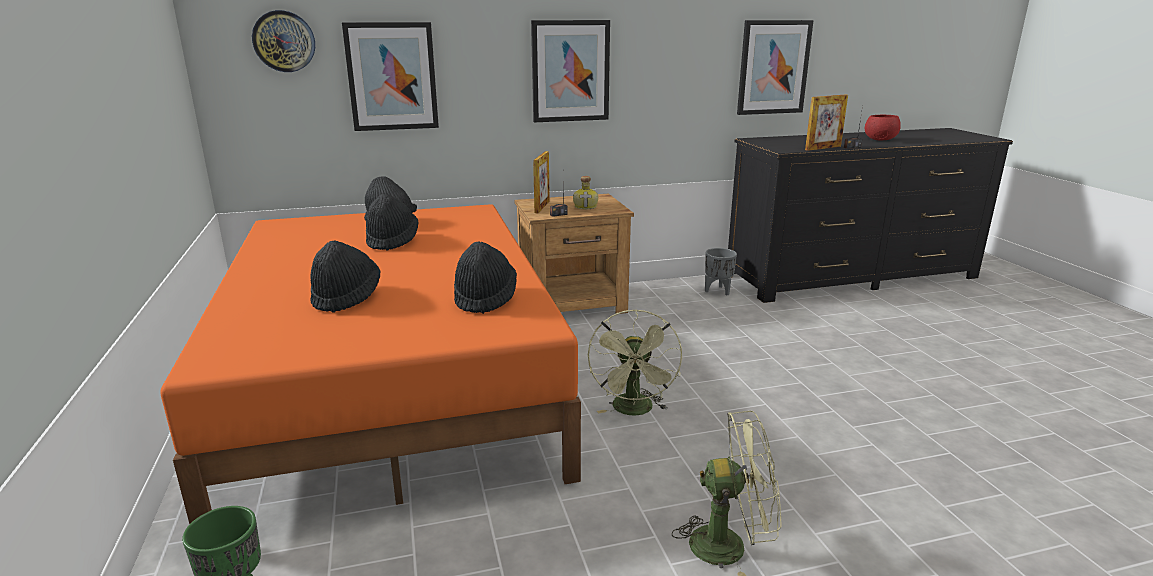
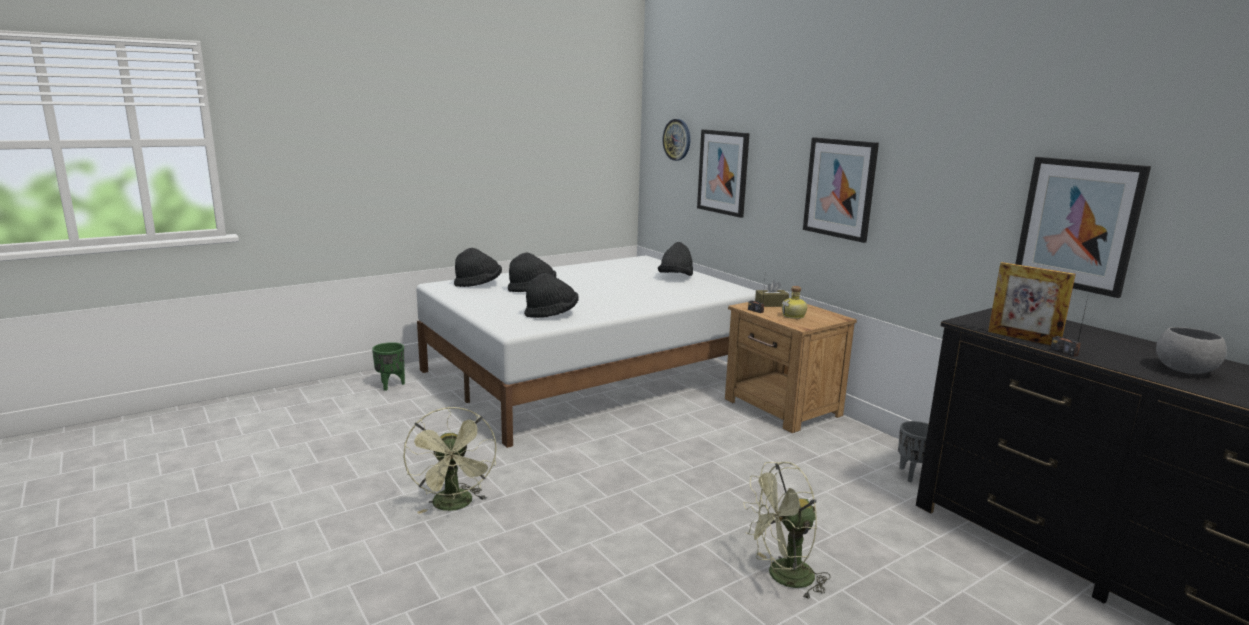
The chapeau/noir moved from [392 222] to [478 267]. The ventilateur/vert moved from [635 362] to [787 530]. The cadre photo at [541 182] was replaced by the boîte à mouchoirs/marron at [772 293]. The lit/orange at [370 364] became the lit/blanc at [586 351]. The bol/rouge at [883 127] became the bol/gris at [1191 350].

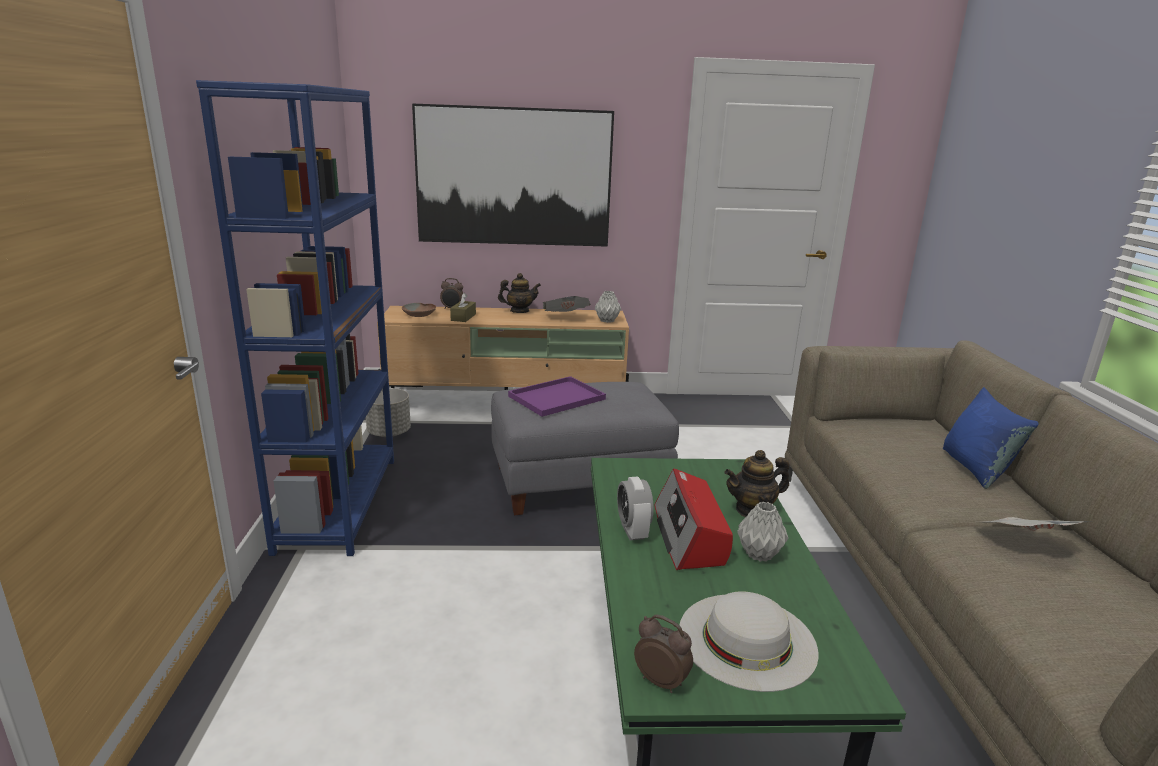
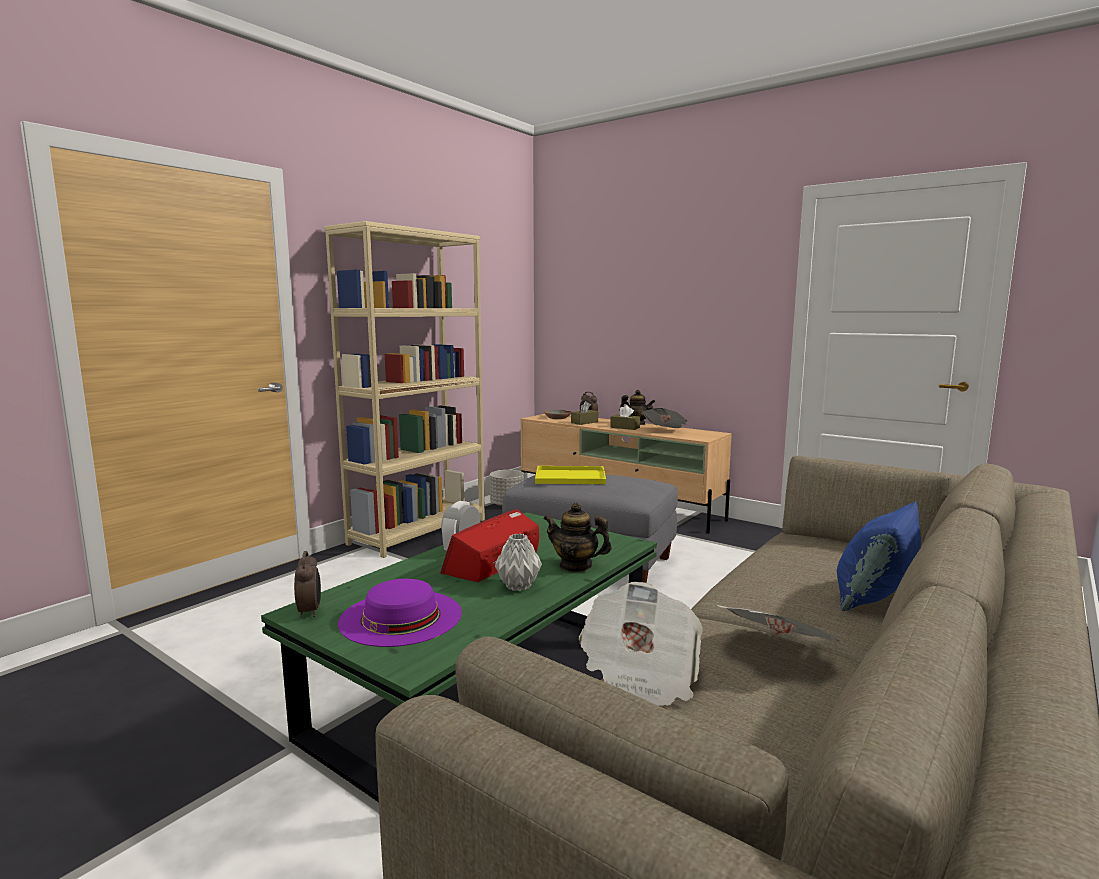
The tableau at [513 175] disappeared. The vase/gris at [608 307] disappeared. The journal at [641 644] appeared. The boîte à mouchoirs/marron at [625 417] appeared. The bibliothèque/bleu at [295 318] became the bibliothèque/beige at [404 389]. The plateau/violet at [557 396] became the plateau/jaune at [570 475]. The chapeau/blanc at [749 641] became the chapeau/violet at [400 613].

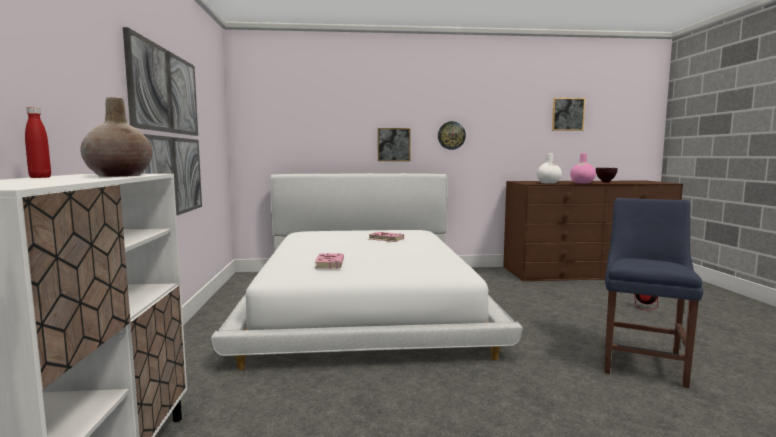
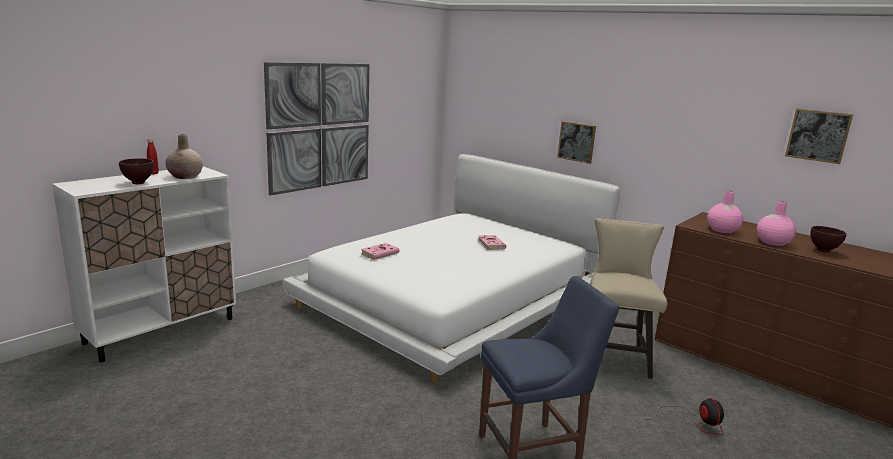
The horloge murale at [452 135] disappeared. The bol/marron at [136 171] appeared. The chaise/beige at [628 298] appeared. The vase/blanc at [549 168] became the vase/rose at [725 211].

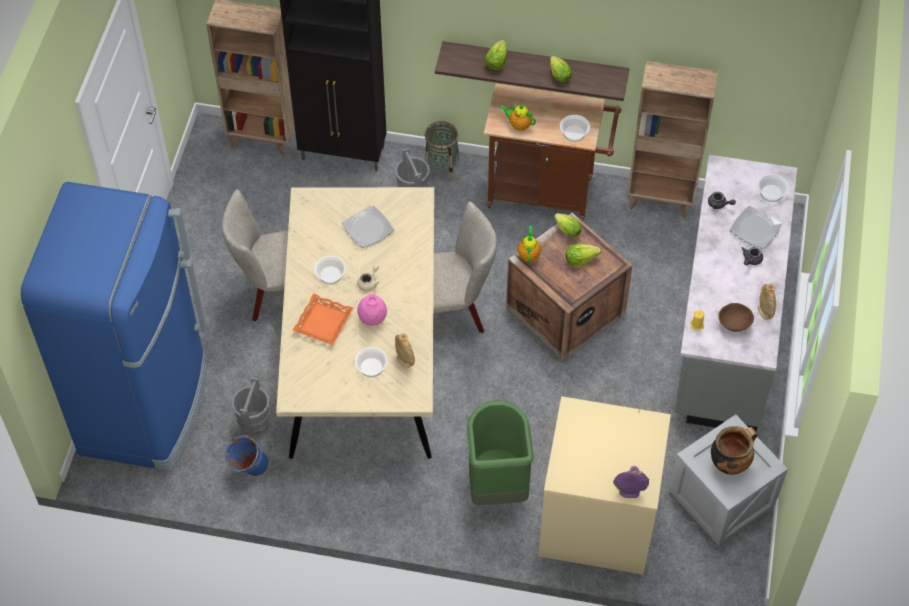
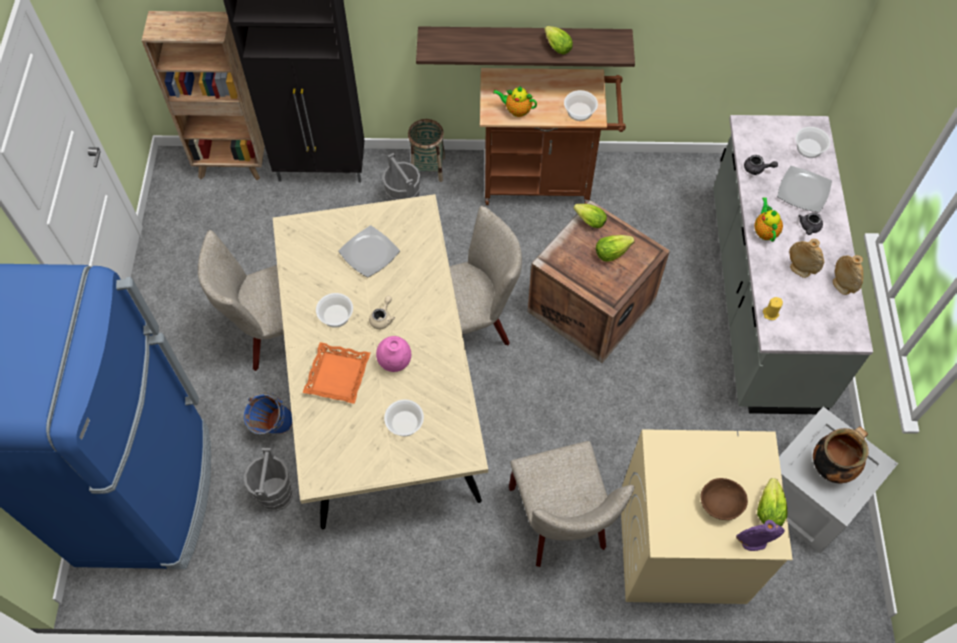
The bibliothèque/marron at [672 139] disappeared. The seau/bleu moved from [247 455] to [268 413]. The vase/beige moved from [405 350] to [806 258]. The laitue moved from [496 55] to [772 502]. The théière moved from [529 244] to [768 219]. The bol/marron moved from [736 317] to [724 499]. The poubelle/vert at [500 452] was replaced by the chaise/beige at [571 504].

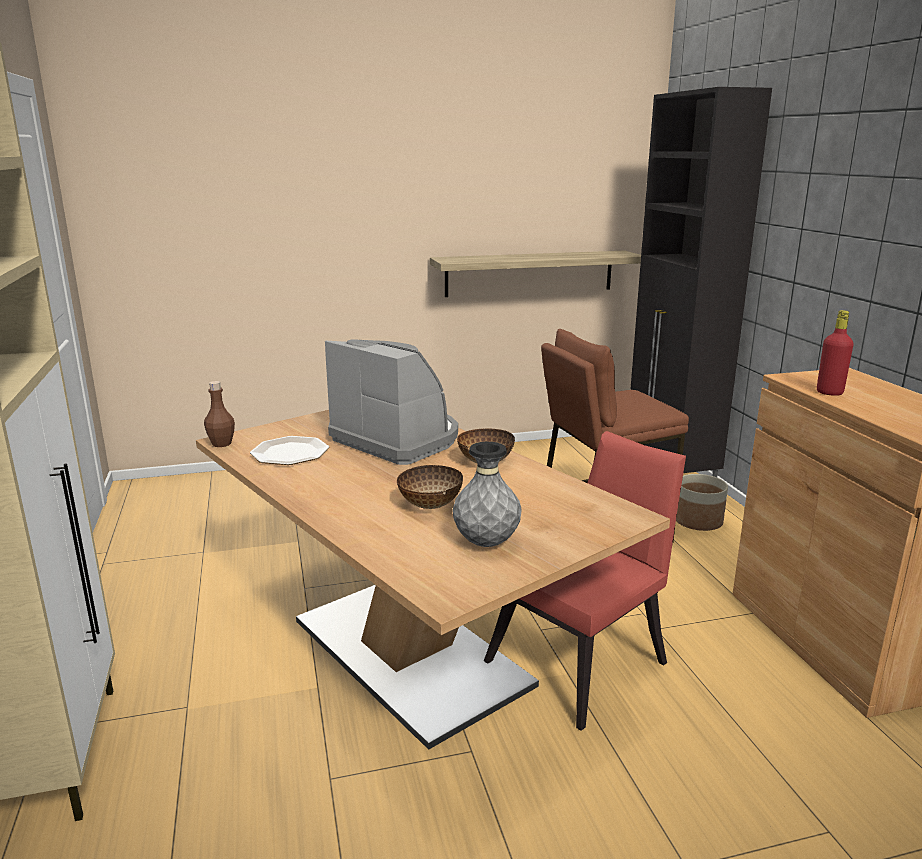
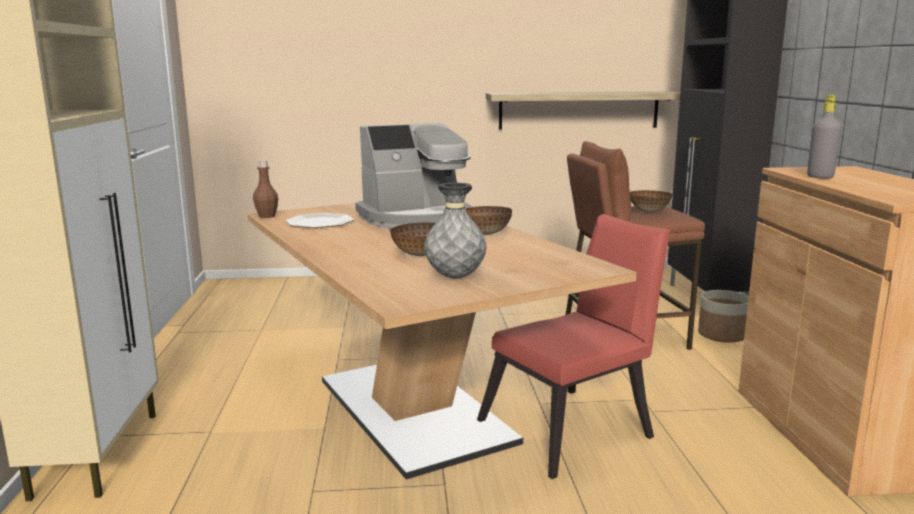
The bol at [651 201] appeared. The bouteille/rouge at [835 353] became the bouteille/gris at [824 137]. The machine à café at [391 402] turned 105 degrees clockwise.

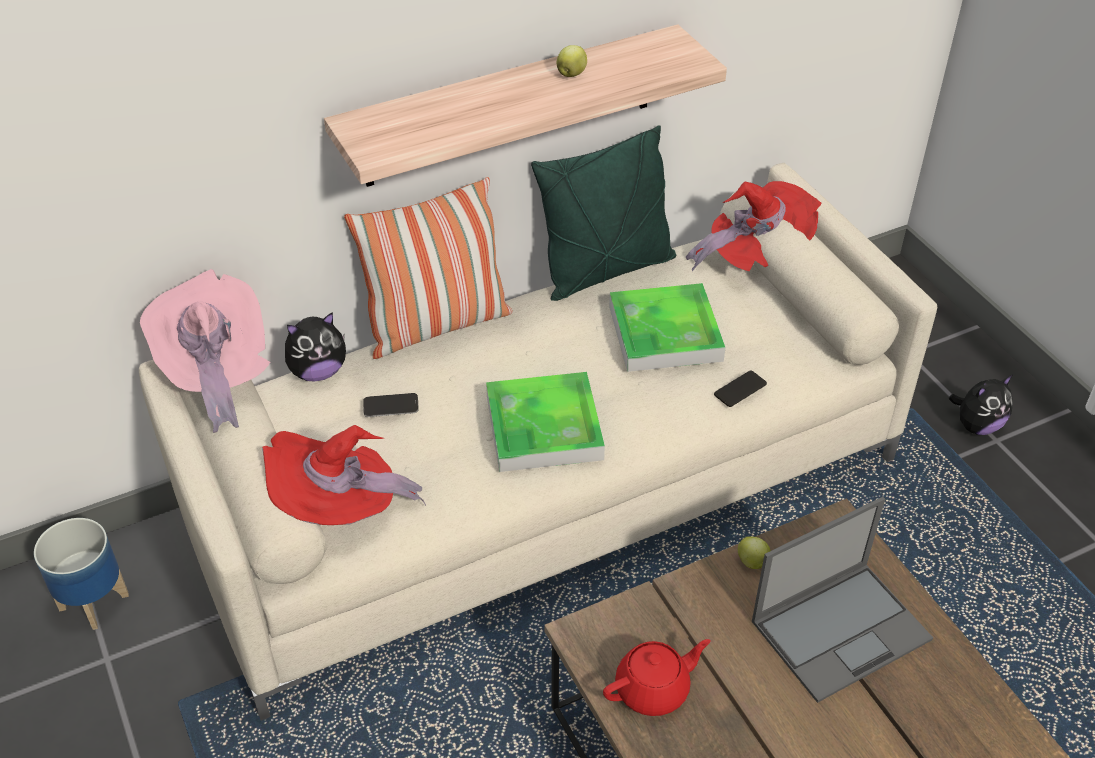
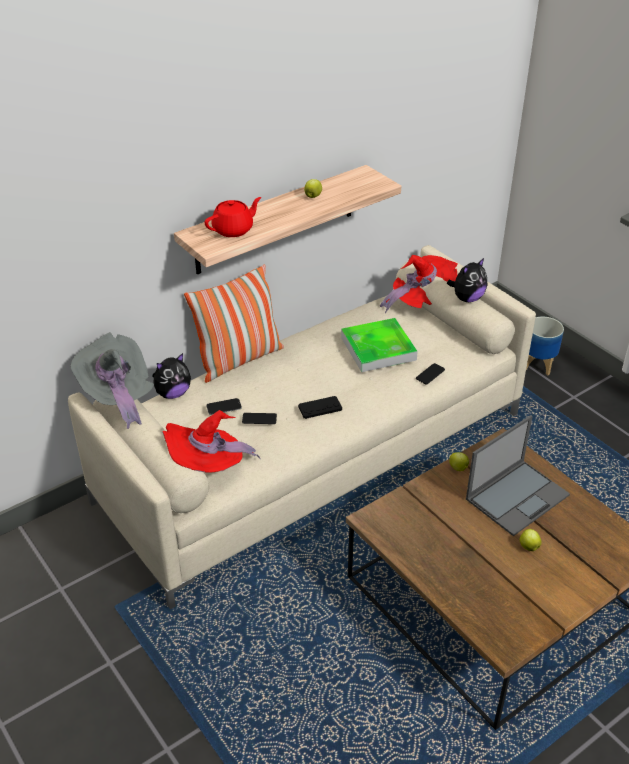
The coussin/vert at [603 213] disappeared. The téléphone at [259 418] appeared. The pomme at [531 540] appeared. The cache-pot moved from [81 574] to [545 346]. The théière/rouge moved from [657 677] to [232 217]. The peluche moved from [981 405] to [467 280]. The plateau at [545 422] was replaced by the manette/noir at [320 407]. The chapeau/rose at [205 351] became the chapeau/gris at [112 380].

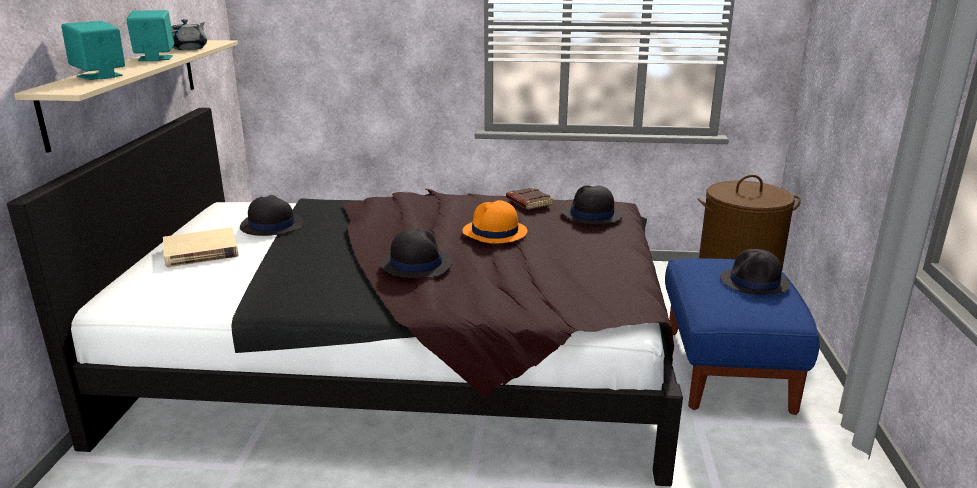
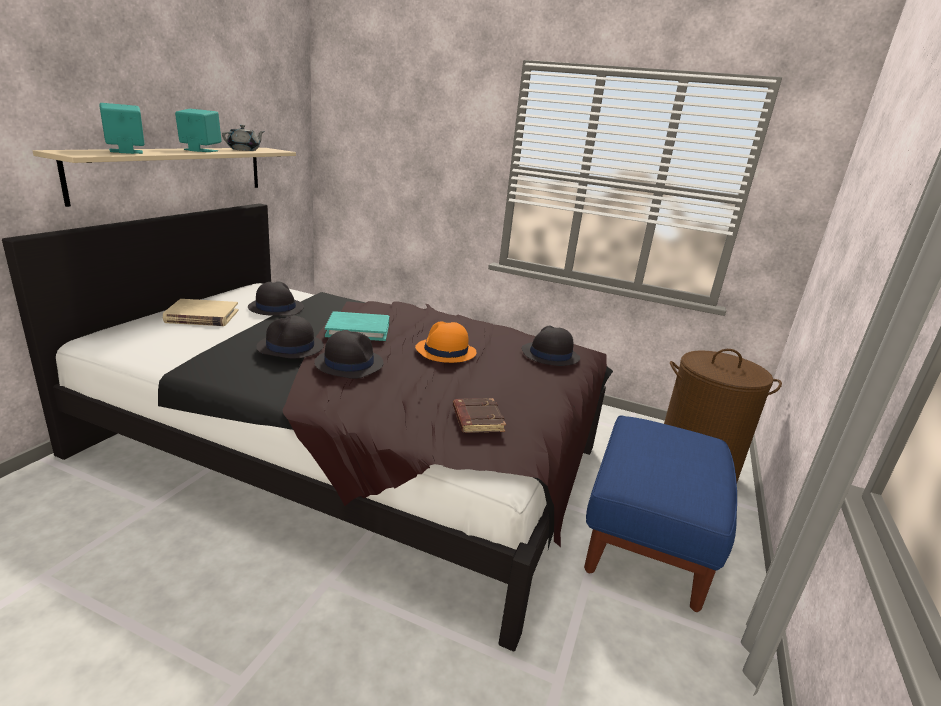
The livre/turquoise at [357 326] appeared. The livre/marron moved from [530 198] to [479 415]. The chapeau/noir moved from [755 272] to [290 336].

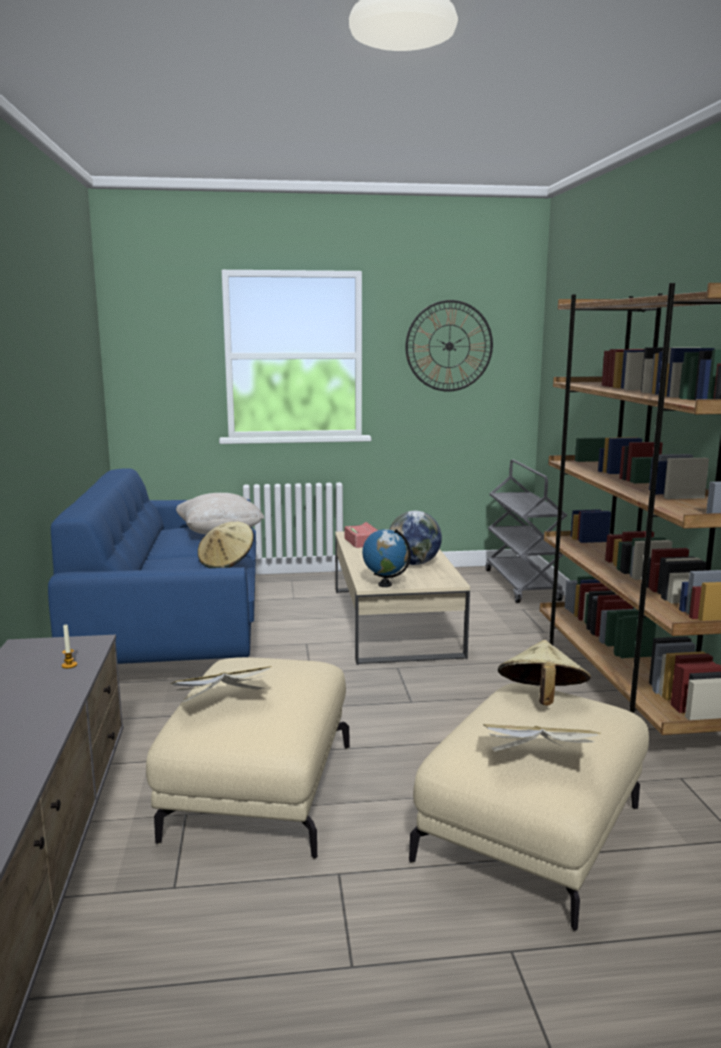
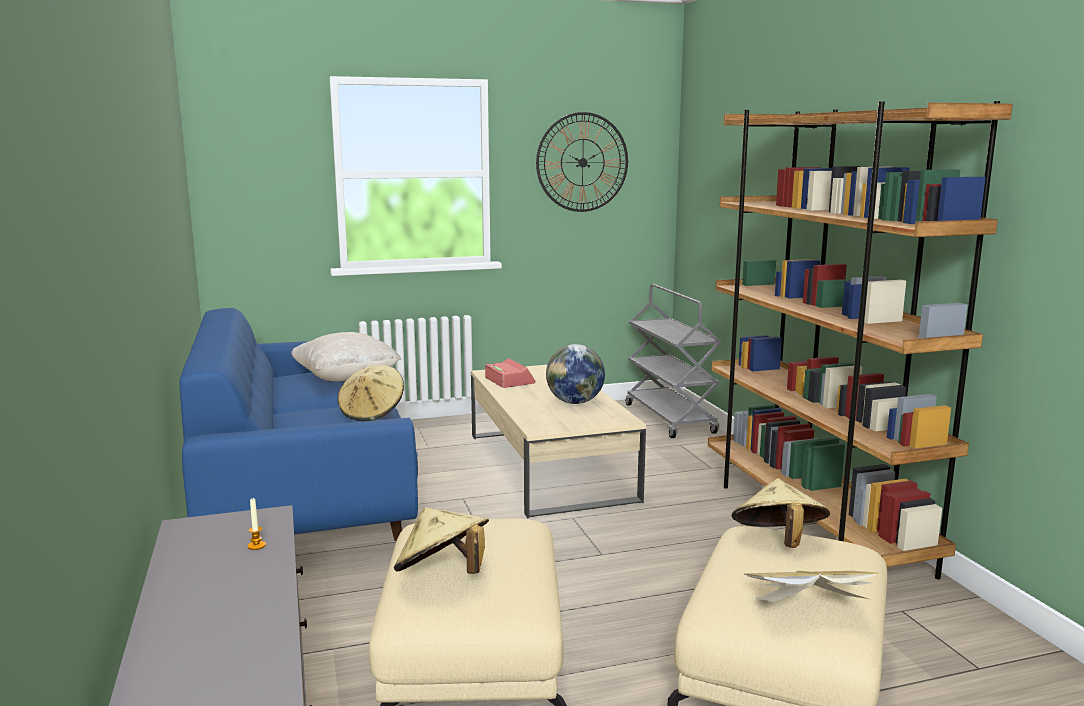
The globe at [386 558] disappeared. The livre at [221 684] was replaced by the chapeau/beige at [441 540].

